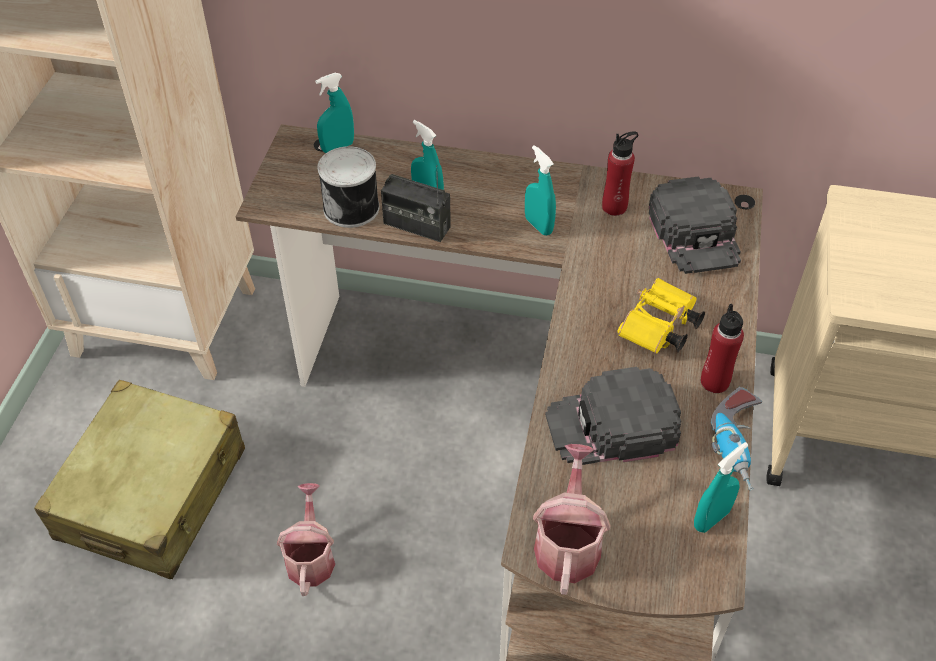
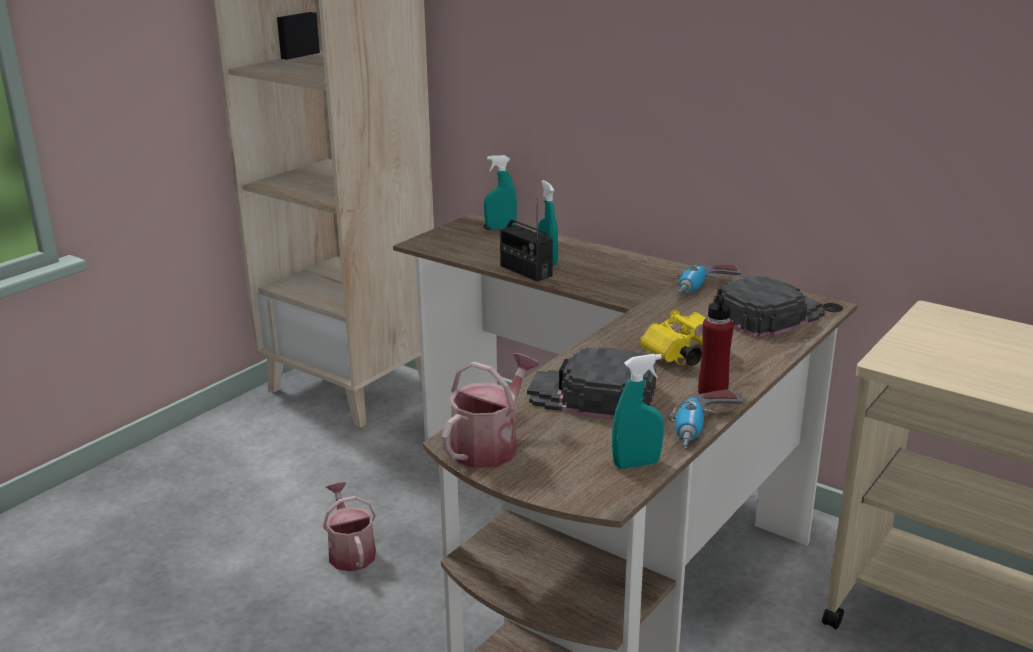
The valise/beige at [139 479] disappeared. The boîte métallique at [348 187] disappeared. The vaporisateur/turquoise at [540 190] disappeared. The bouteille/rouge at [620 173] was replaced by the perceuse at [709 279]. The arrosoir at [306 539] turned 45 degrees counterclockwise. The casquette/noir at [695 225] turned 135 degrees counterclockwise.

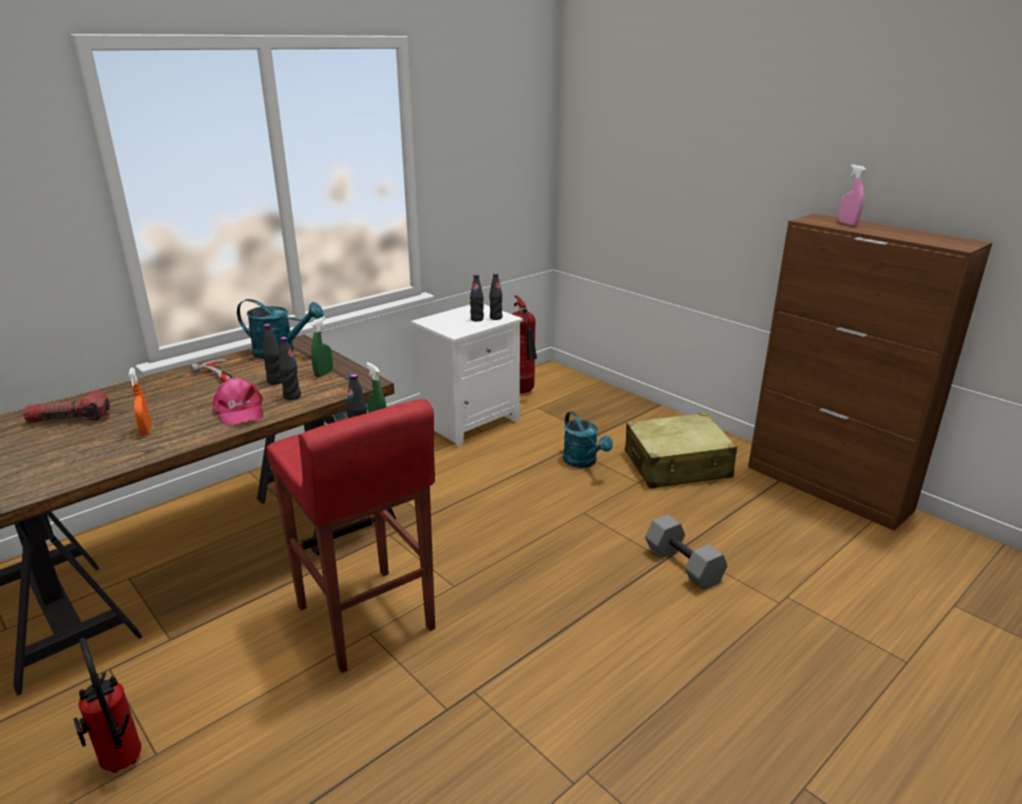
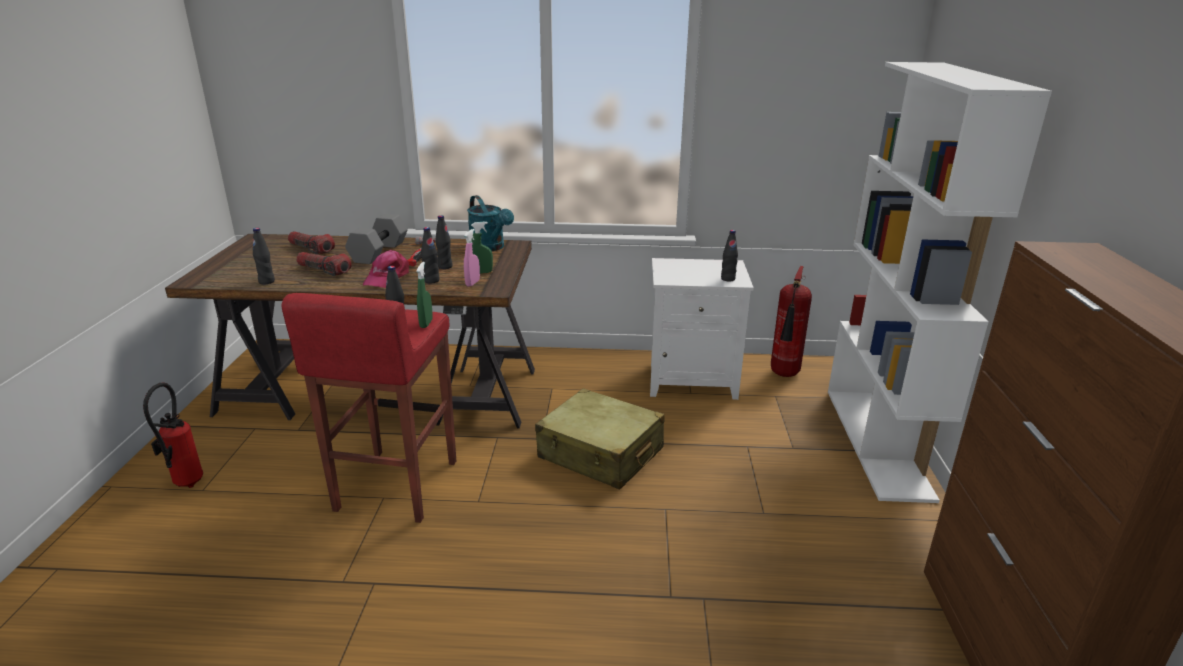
The arrosoir/turquoise at [588 439] disappeared. The bibliothèque/blanc at [940 282] appeared. The bouteille/noir moved from [477 298] to [264 256]. The valise/beige moved from [681 450] to [599 439]. The haltère/gris moved from [686 552] to [376 239]. The vaporisateur/rose moved from [852 195] to [472 258]. The vaporisateur/orange at [140 402] was replaced by the lampe de poche at [324 264].

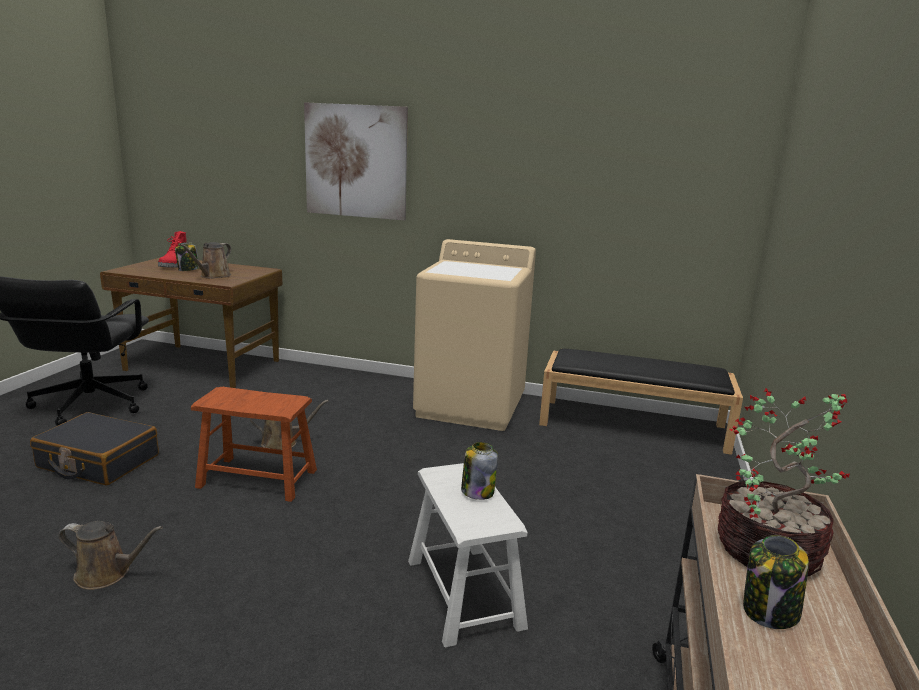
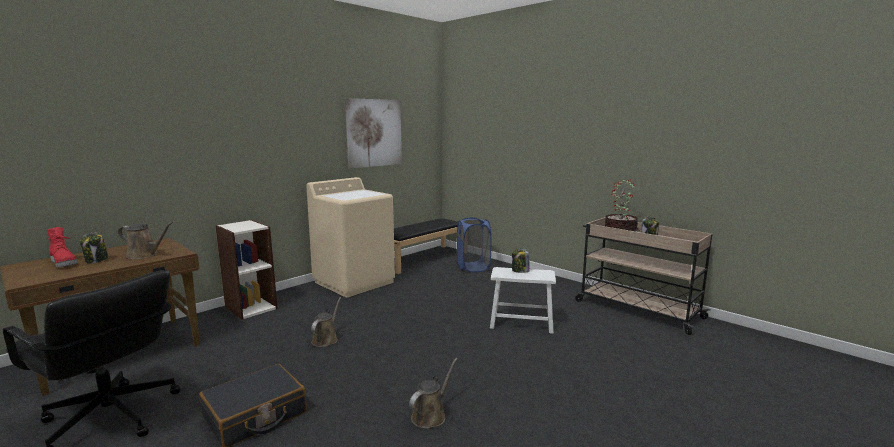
The tabouret/marron at [254 444] disappeared. The bibliothèque at [246 270] appeared. The panier à linge/bleu at [474 244] appeared. The tableau moved from [356 161] to [373 133]. The arrosoir/marron at [205 260] turned 45 degrees counterclockwise.

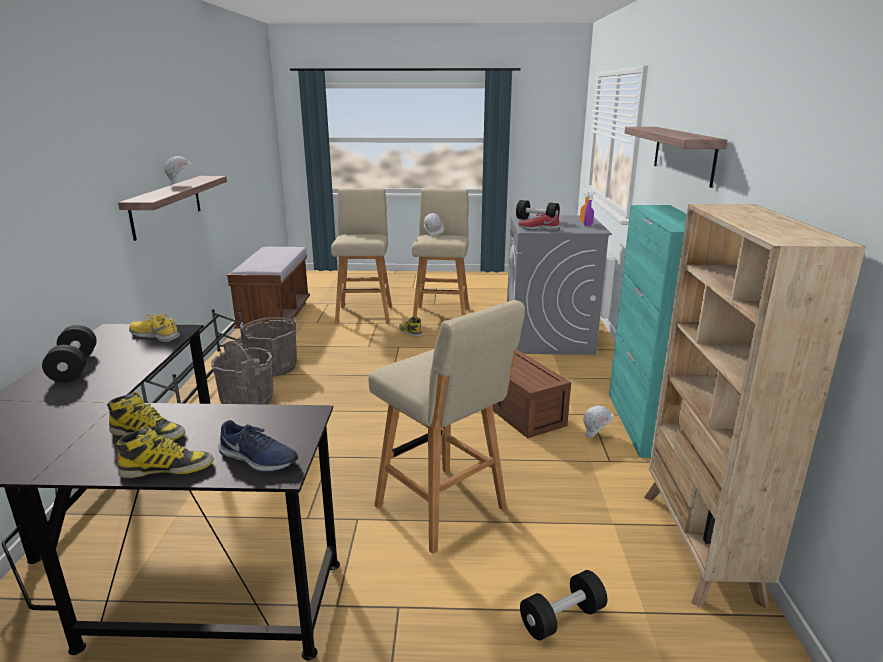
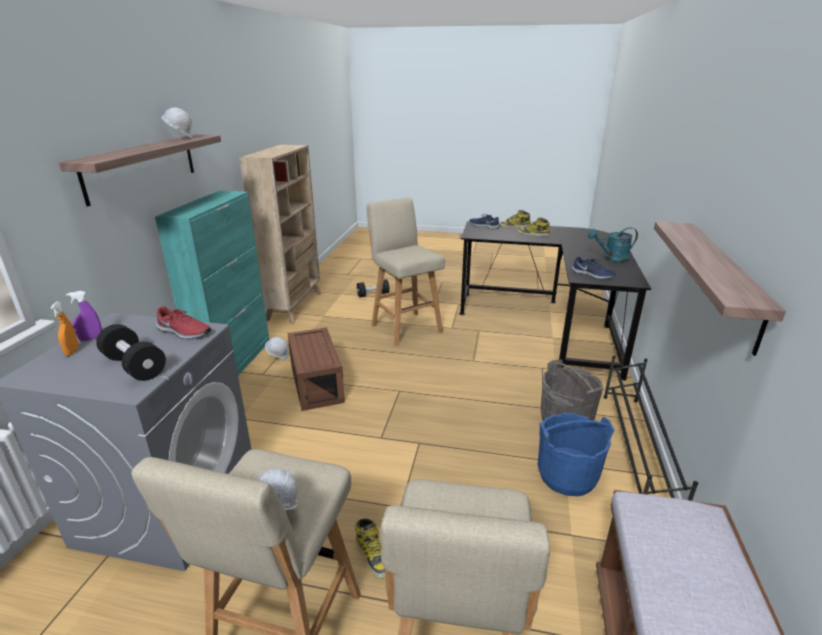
The casque de chantier/blanc moved from [178 171] to [176 123]. The haltère/noir at [69 354] was replaced by the arrosoir/turquoise at [613 245]. The chaussure/jaune at [154 328] became the chaussure/bleu at [594 268]. The seau/gris at [268 347] became the seau/bleu at [576 454].

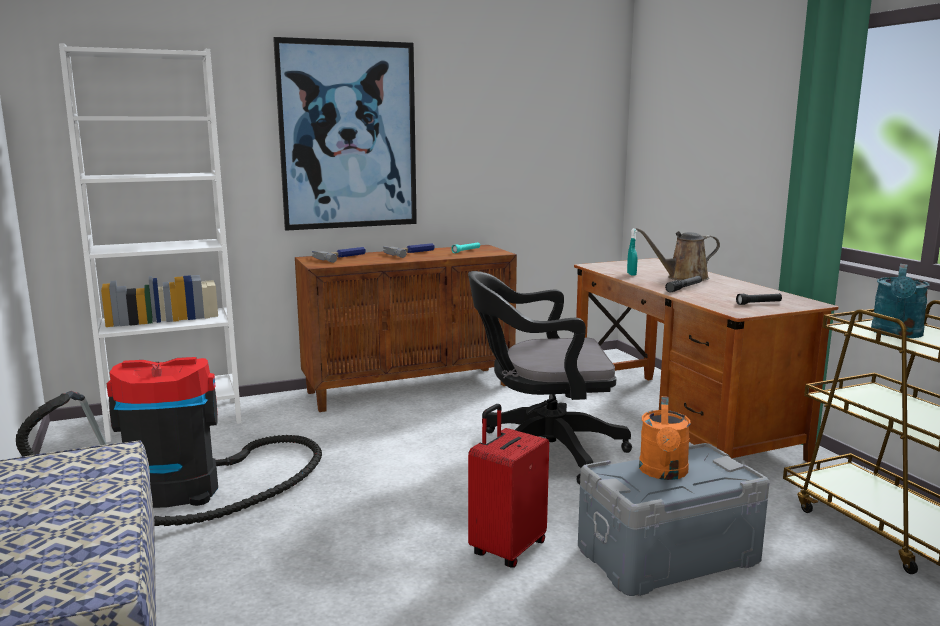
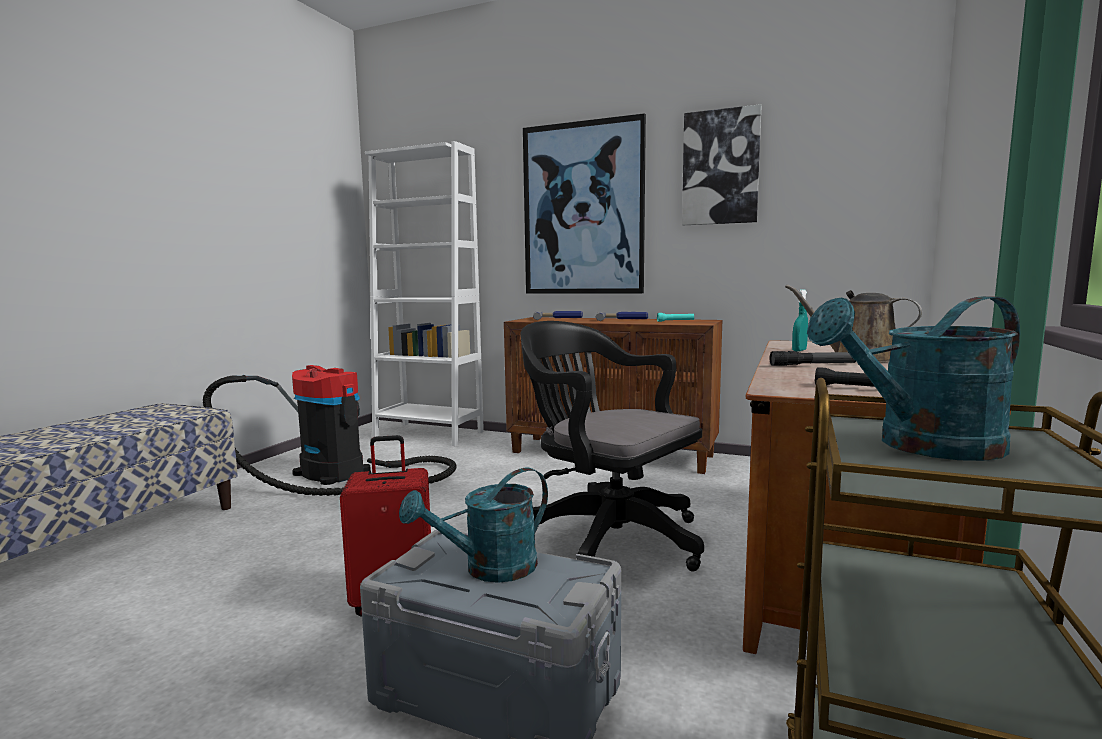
The tableau at [721 164] appeared. The arrosoir/orange at [665 438] became the arrosoir/turquoise at [473 525].

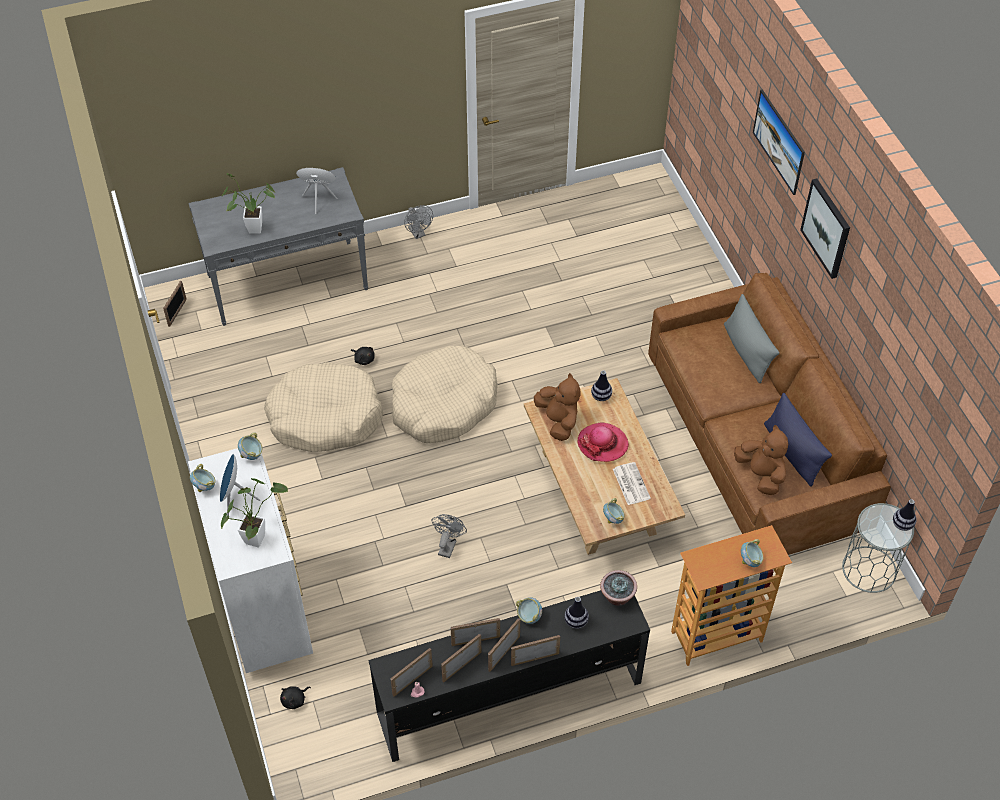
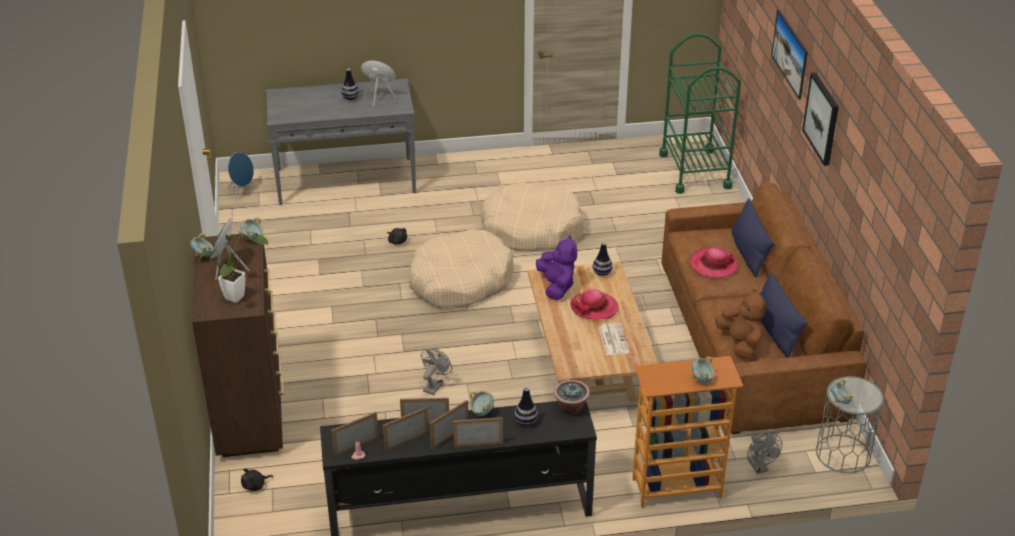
The plante en pot at [248 203] disappeared. The chariot/vert at [700 113] appeared. The chapeau at [714 262] appeared. The panier pour chien/beige moved from [323 407] to [532 217]. The ventilateur/gris moved from [418 222] to [764 454]. The bol moved from [614 511] to [841 391]. The vase moved from [905 515] to [350 84]. The cadre photo at [175 304] was replaced by the enceinte/bleu at [241 176]. The commode/blanc at [250 560] became the commode/marron at [238 345]. The peluche/marron at [557 407] became the peluche/violet at [556 267]. The coussin/gris at [751 338] became the coussin/bleu at [752 237].

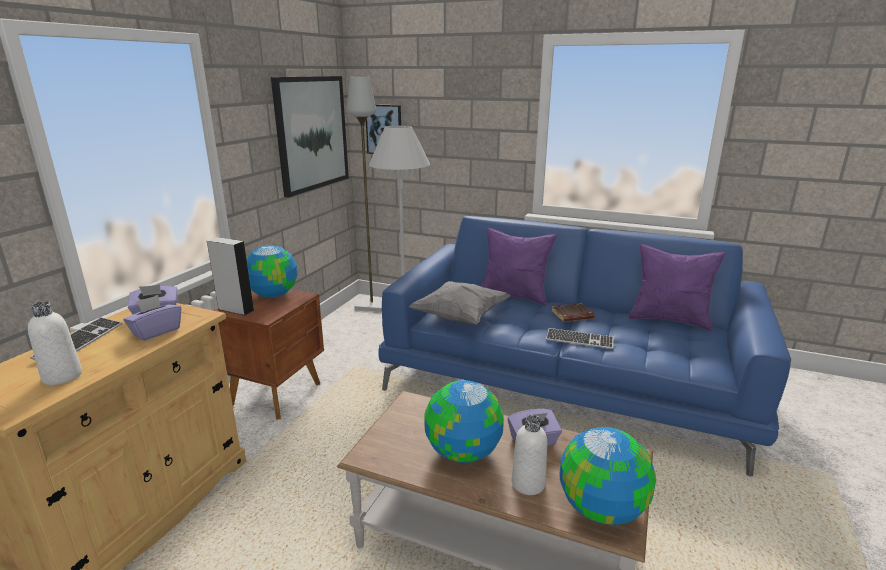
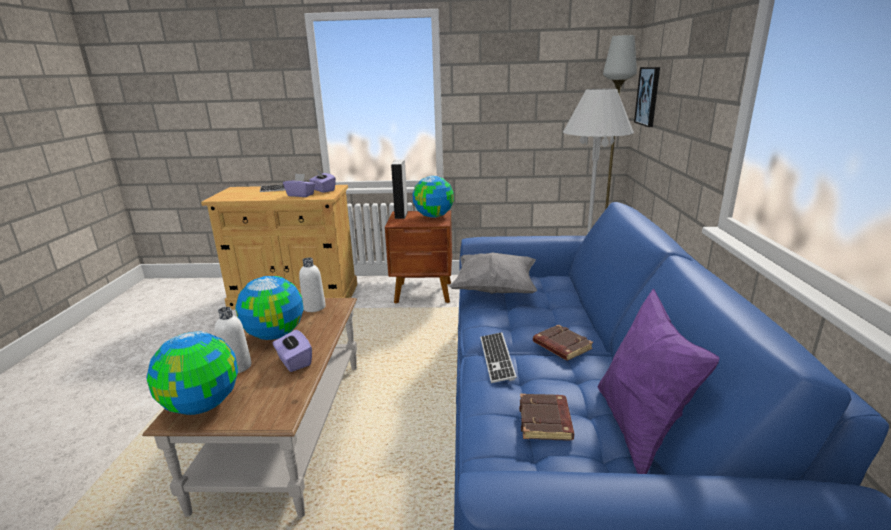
The tableau at [310 137] disappeared. The coussin/violet at [519 266] disappeared. The livre/marron at [546 417] appeared. The bouteille/blanc moved from [55 343] to [312 284].

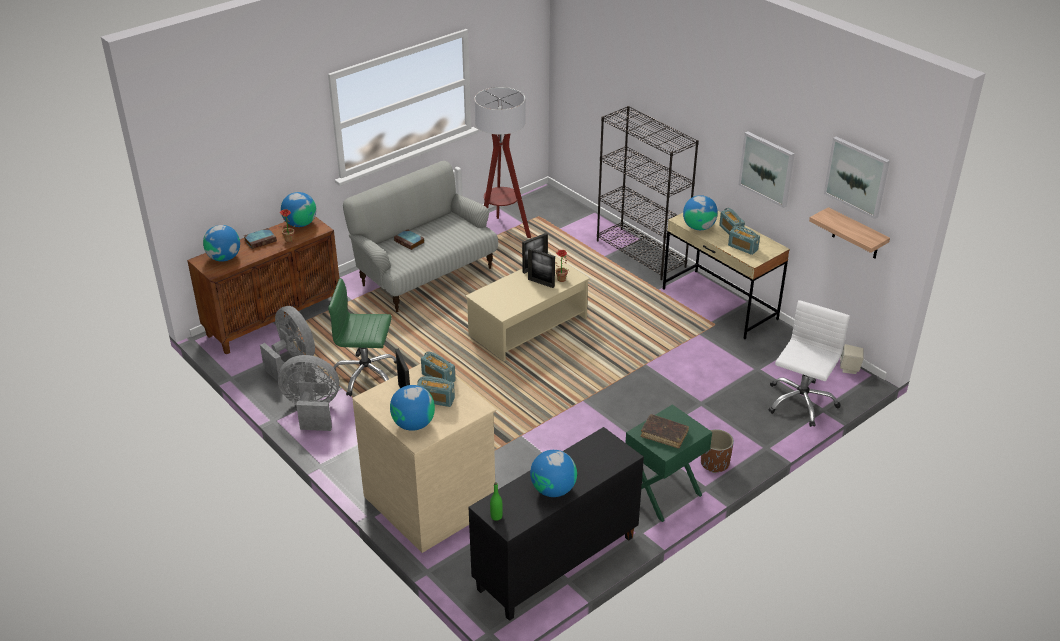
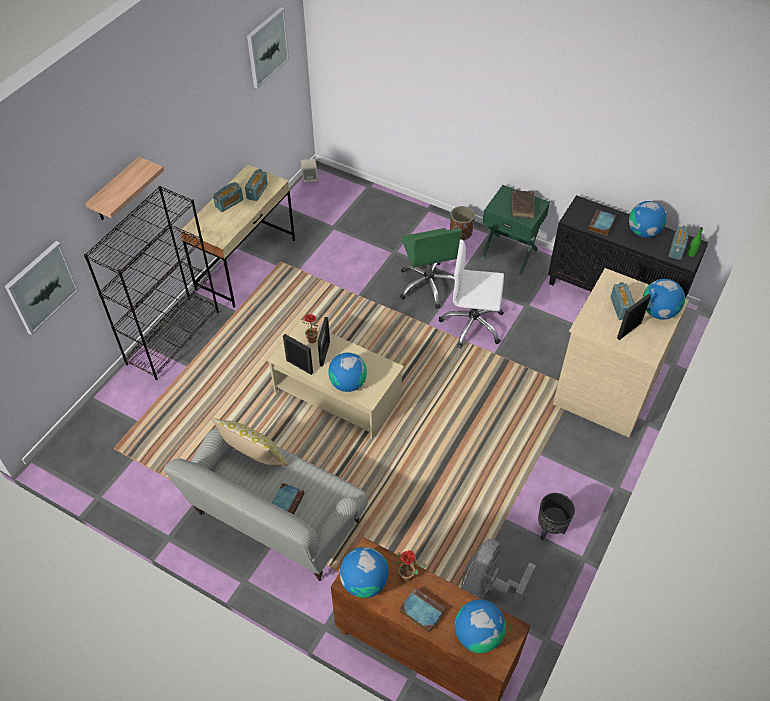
The lampadaire at [502 162] disappeared. The coussin at [250 442] appeared. The livre at [602 223] appeared. The chaise de bureau/vert moved from [362 337] to [431 268]. The radio moved from [438 367] to [679 242]. The globe moved from [700 212] to [347 372]. The tableau moved from [766 170] to [42 288]. The chaise de bureau/blanc moved from [809 363] to [471 294]. The étagère moved from [849 232] to [124 188]. The ventilateur/gris at [308 393] was replaced by the cache-pot/noir at [556 516].

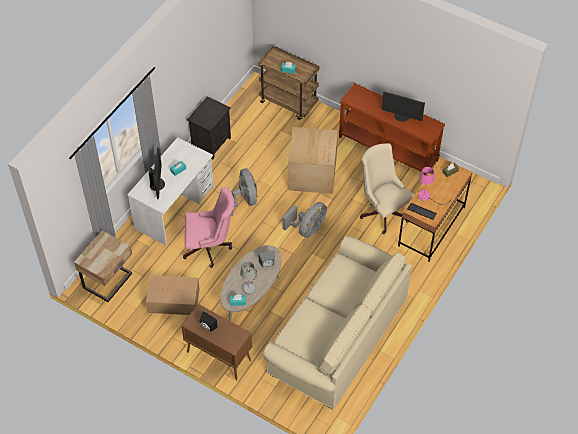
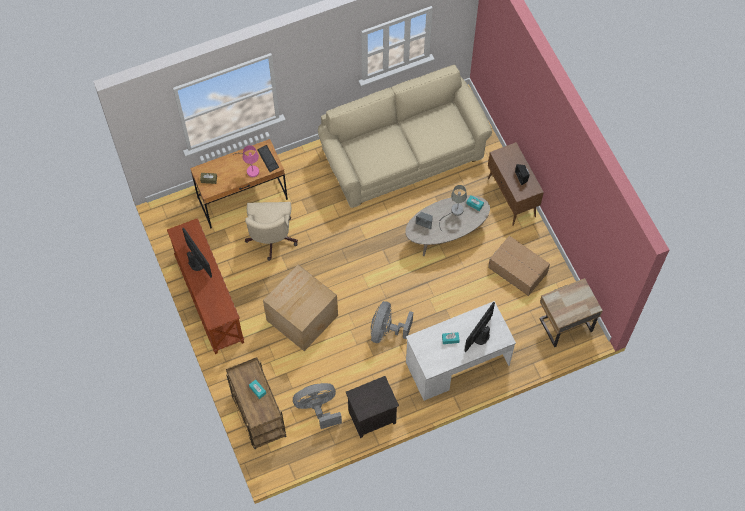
The chaise de bureau/rose at [208 227] disappeared. The ventilateur/gris moved from [304 220] to [317 406].

